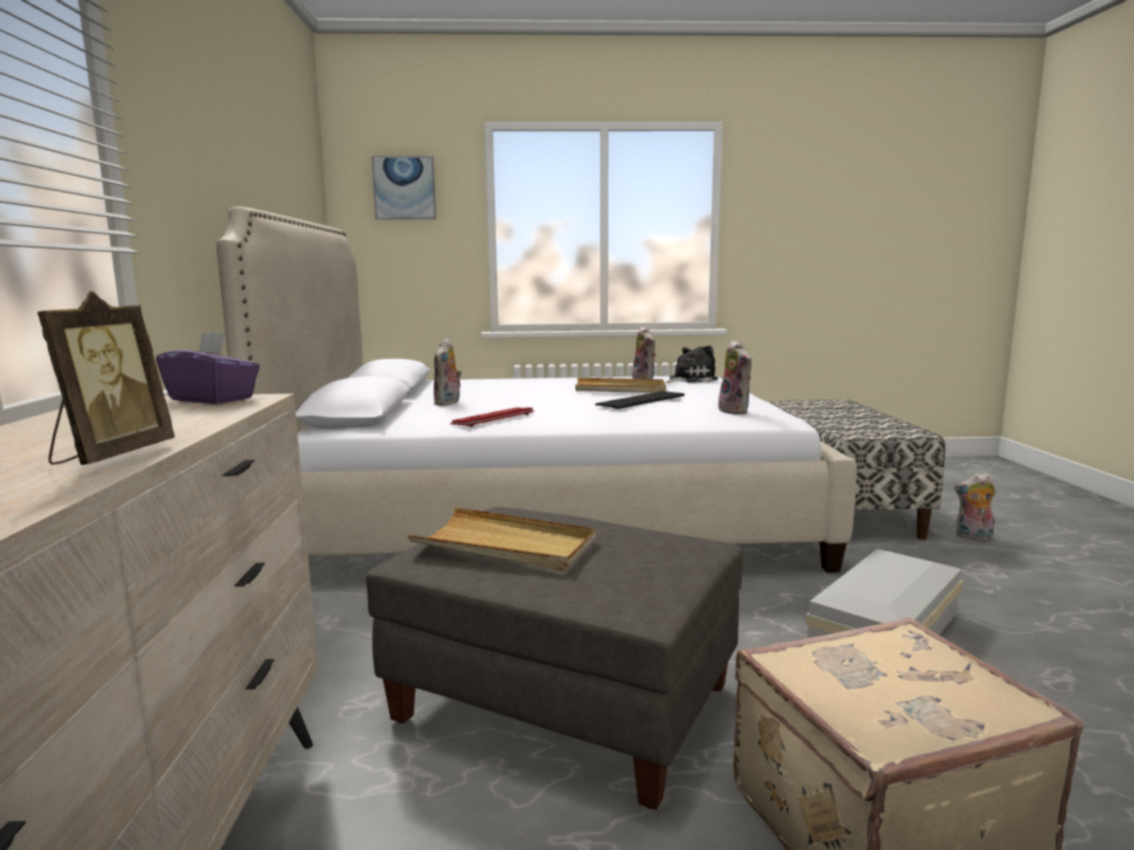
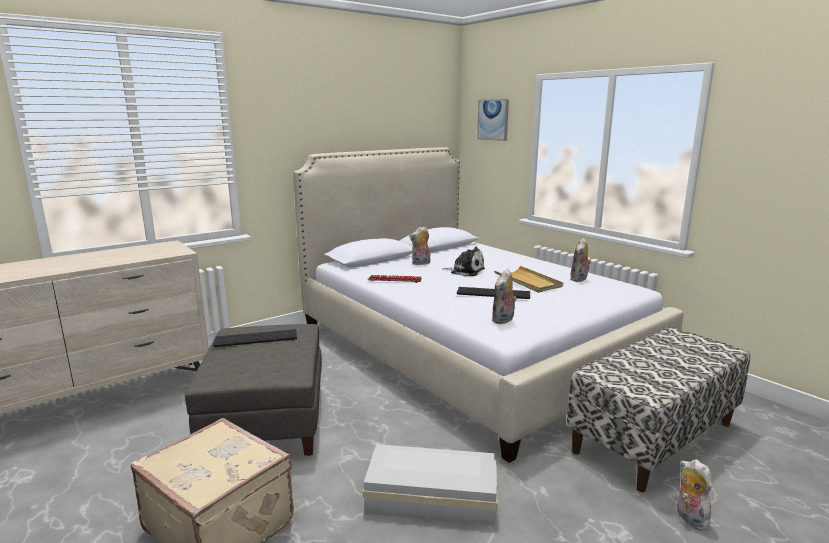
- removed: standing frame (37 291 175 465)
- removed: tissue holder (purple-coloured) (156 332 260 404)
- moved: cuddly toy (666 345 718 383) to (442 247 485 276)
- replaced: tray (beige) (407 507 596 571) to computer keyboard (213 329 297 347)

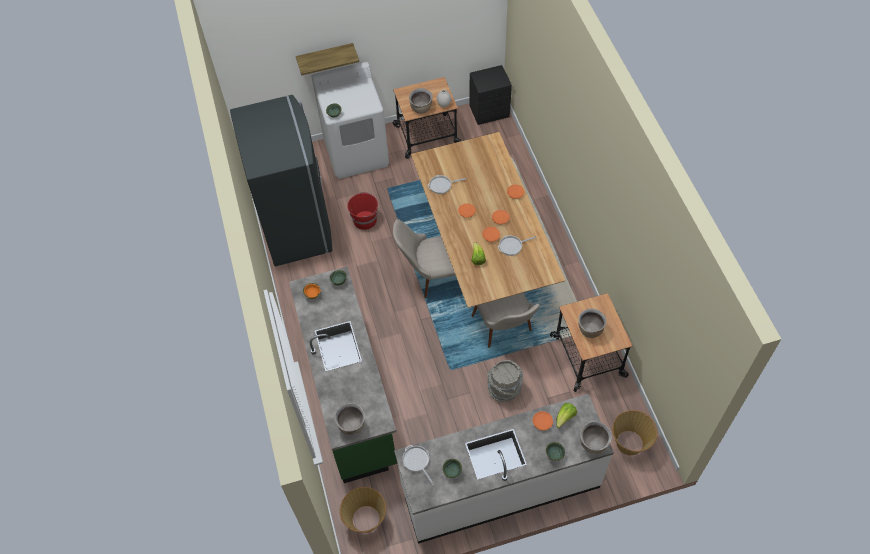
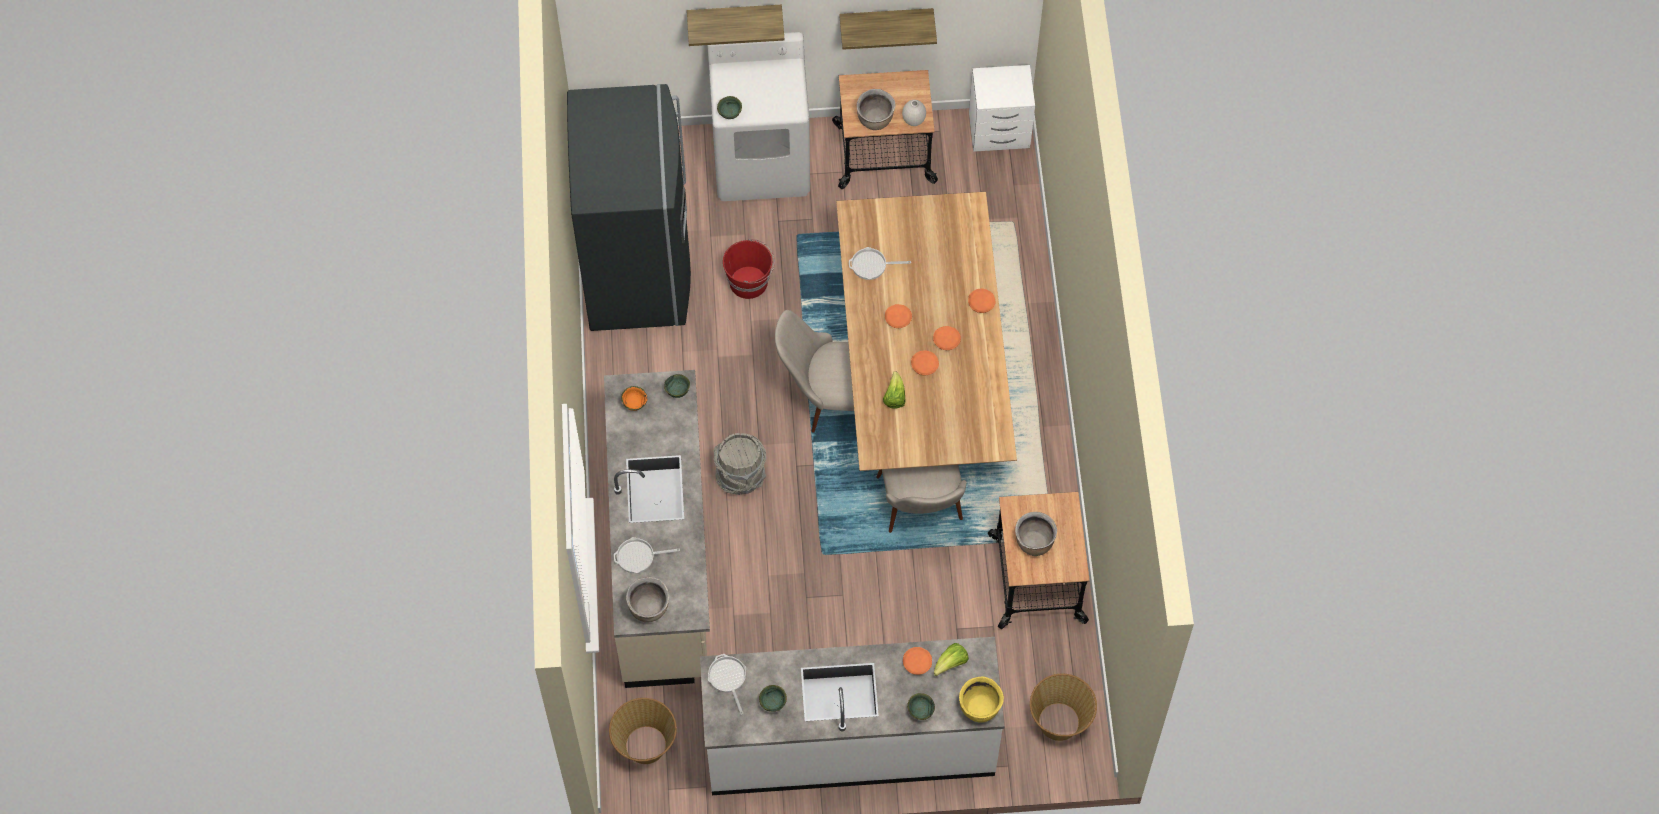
- recoloured: bedside table (black) (470 65 512 125) to bedside table (white) (969 65 1035 152)
- moved: pan (498 235 537 256) to (614 537 680 573)
- recoloured: kitchen base unit (green-coloured) (289 267 397 483) to kitchen base unit (beige) (604 370 710 688)
- moved: pail (gray) (487 360 523 402) to (714 433 766 495)
- recoloured: saucepot (brown) (580 421 612 454) to saucepot (yellow) (959 677 1004 722)
- added: shelf (839 8 937 50)

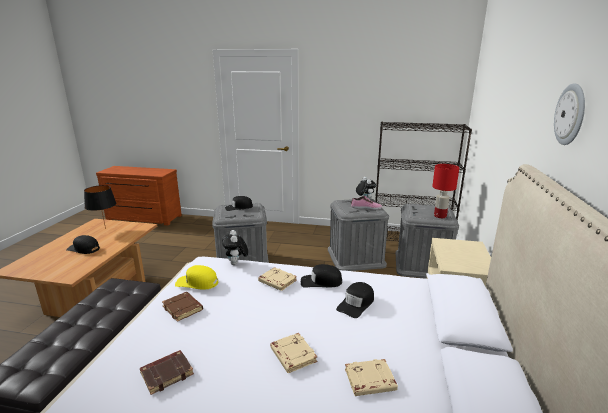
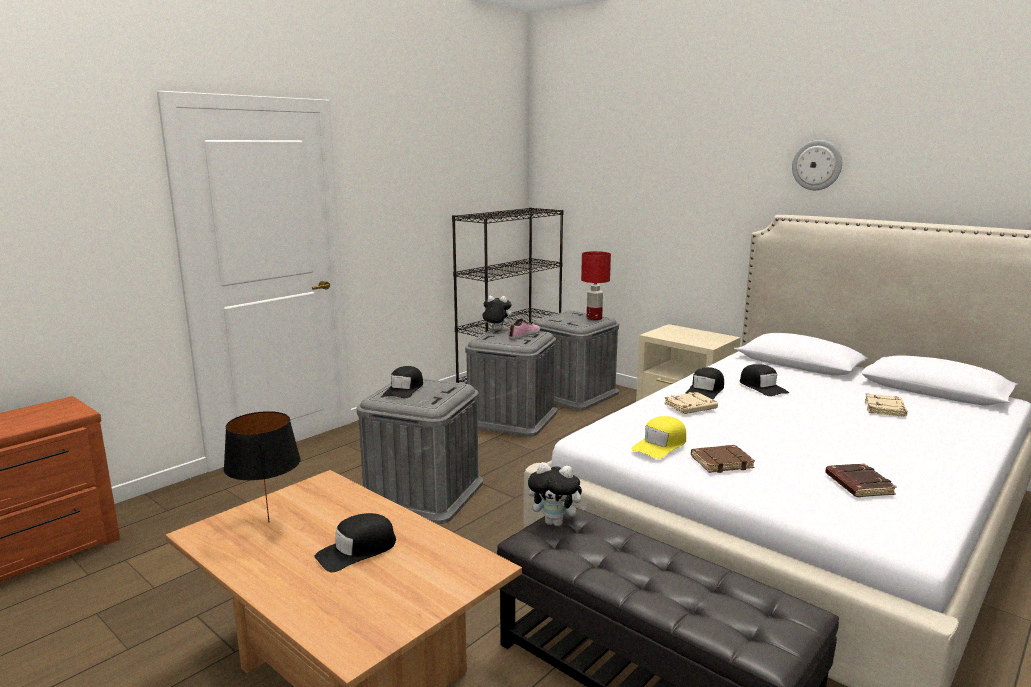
- moved: cuddly toy (222 230 248 265) to (528 462 587 526)
- removed: book (beige) (270 333 318 373)

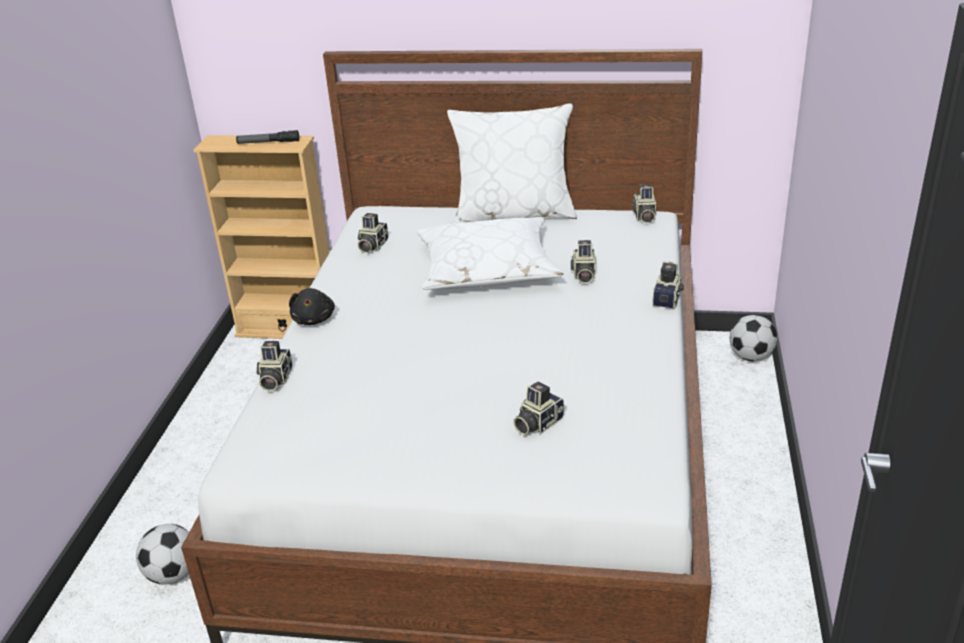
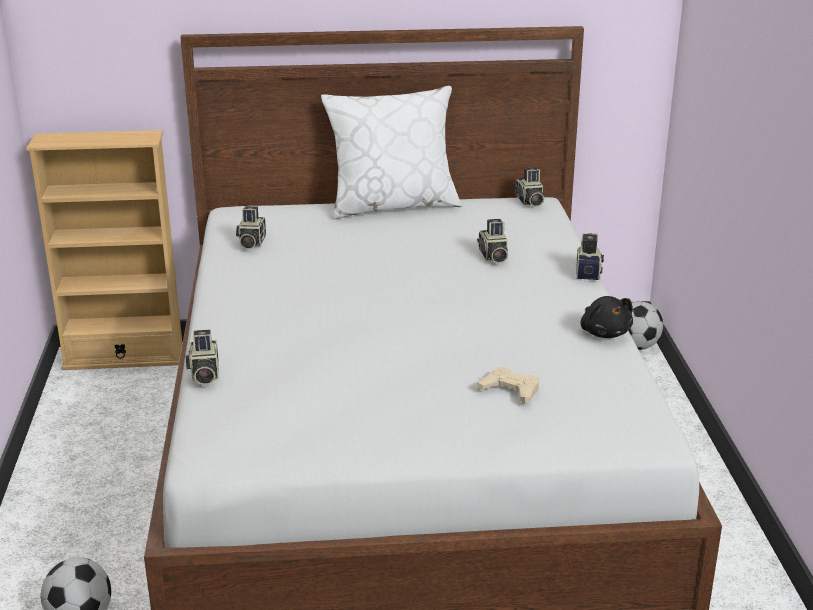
- removed: hand torch (236 130 299 144)
- removed: throw pillow (white) (417 218 564 290)
- moved: cuddly toy (black) (289 288 335 325) to (581 296 633 338)
- replaced: still camera (513 381 564 435) to gamepad (beige) (477 367 539 403)

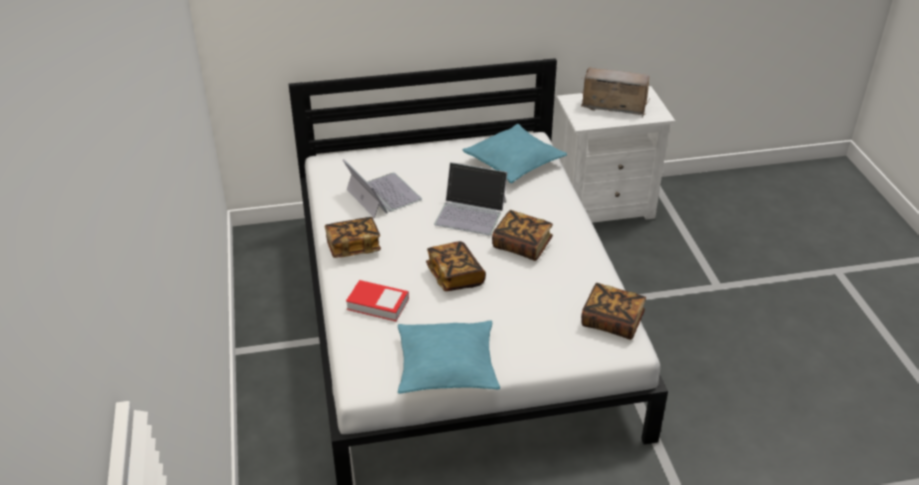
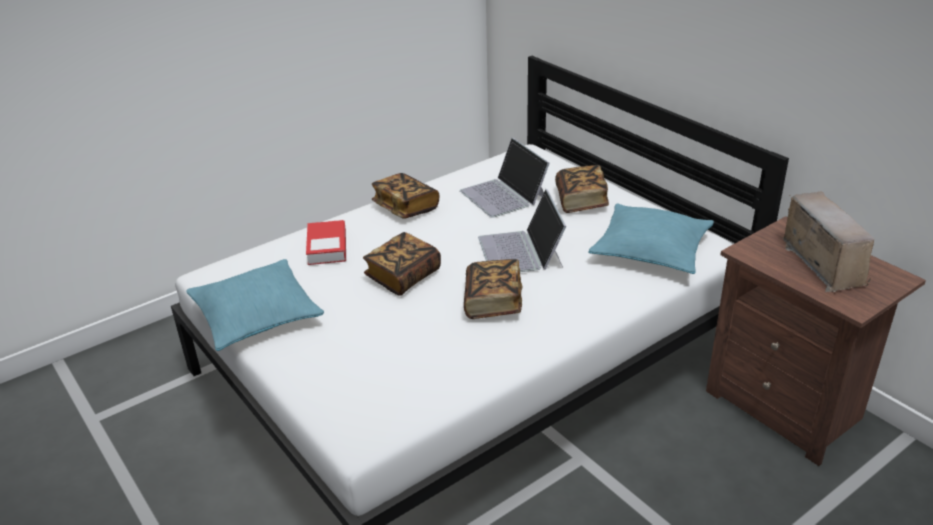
- recoloured: bedside table (white) (556 86 675 223) to bedside table (brown) (706 216 926 466)
- turned: notebook computer (343 159 422 218) = (460 138 550 218) 120 degrees clockwise
- moved: book (581 283 646 340) to (555 165 609 213)

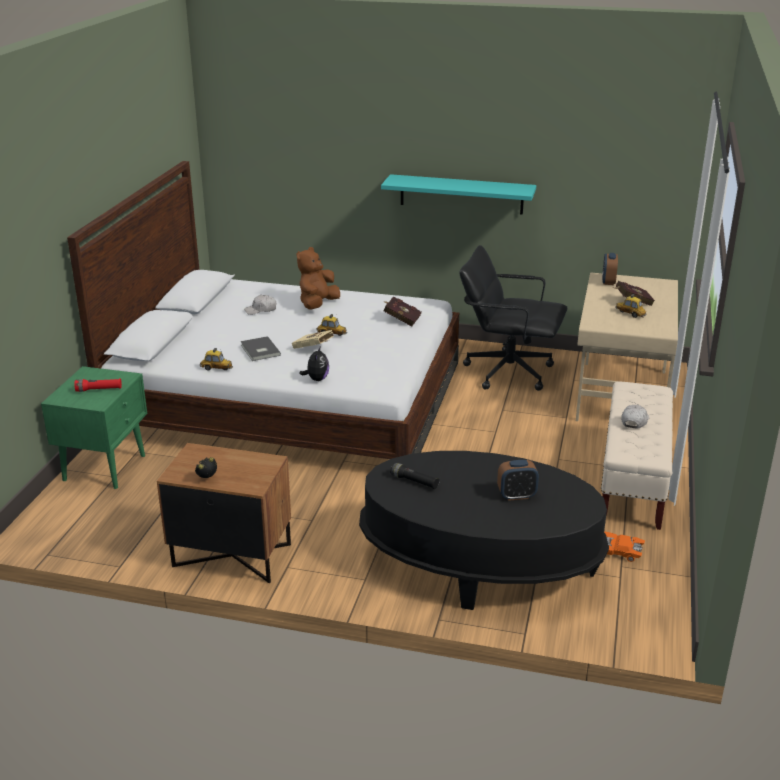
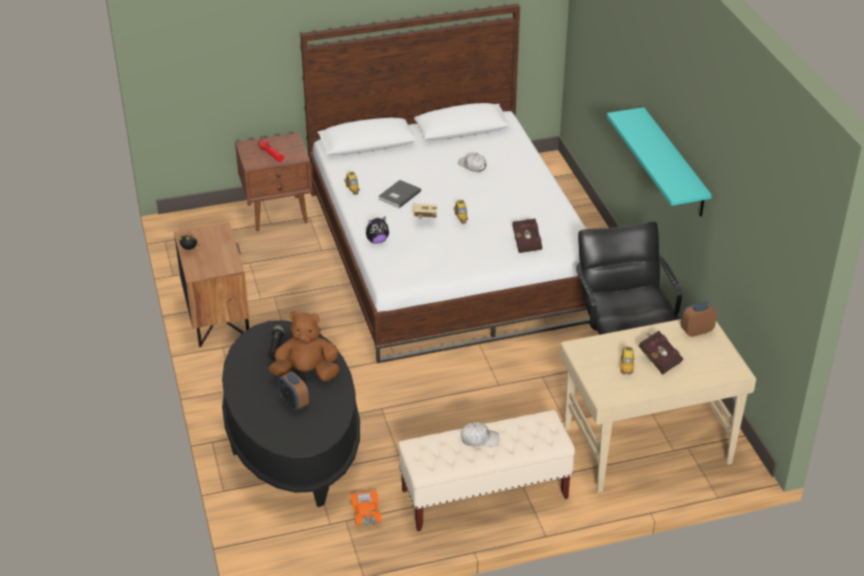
- moved: cuddly toy (brown) (297 247 340 310) to (269 311 339 381)
- recoloured: bedside table (green-coloured) (41 366 147 489) to bedside table (brown) (235 132 313 231)

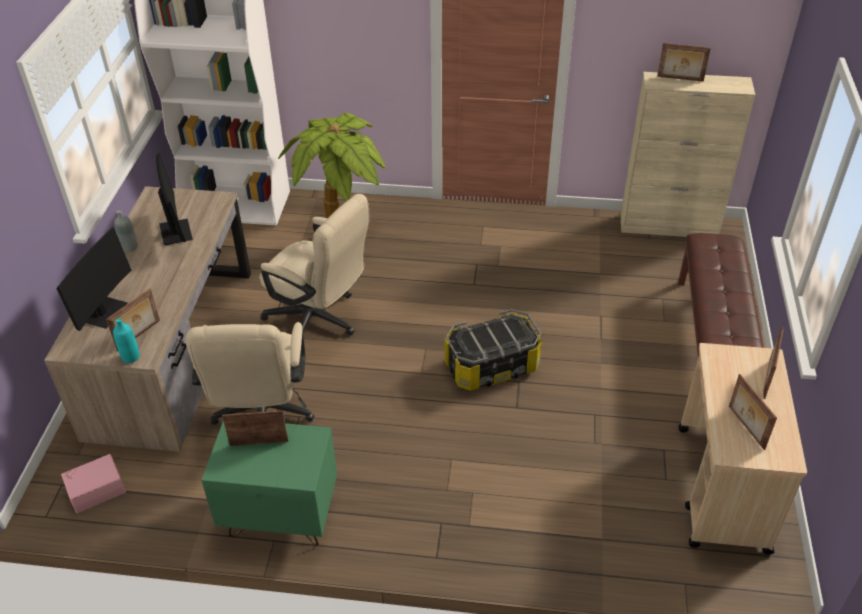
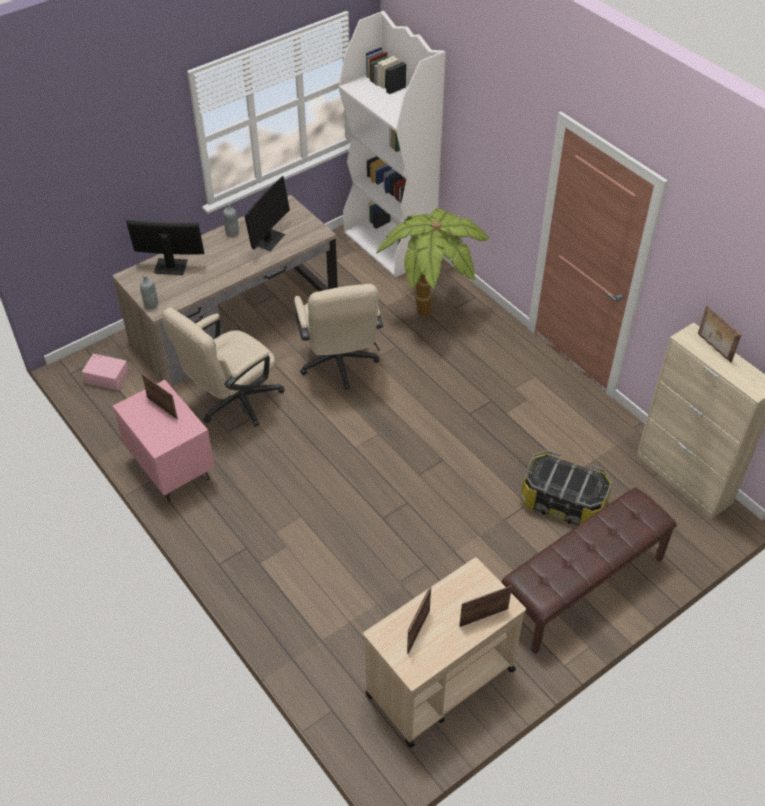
- turned: computer display (56 227 131 331) = (126 220 204 275) 150 degrees counterclockwise
- removed: standing frame (106 289 160 351)
- moved: storage container (445 309 542 391) to (520 450 613 525)
- recoloured: bottle (blue-green) (113 318 140 363) to bottle (gray) (140 274 158 309)
- recoloured: bedside table (green-coloured) (201 421 337 546) to bedside table (pinkish) (113 380 215 502)

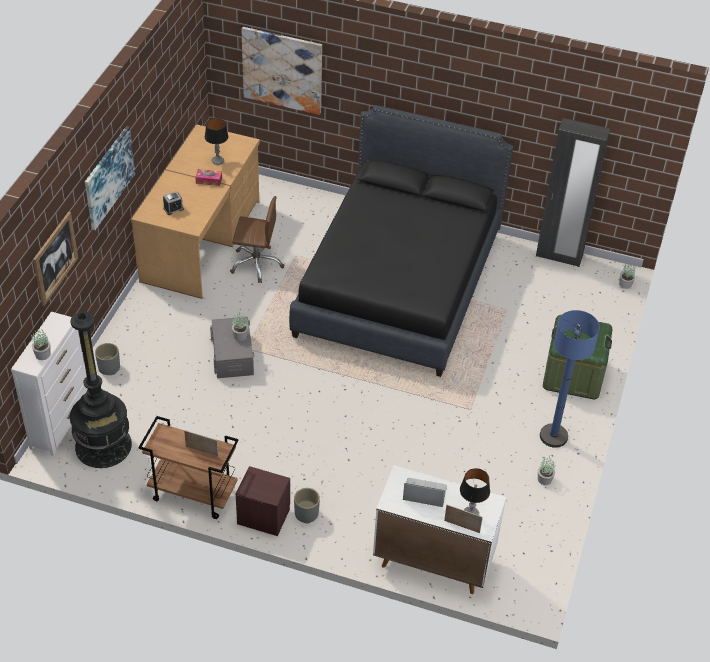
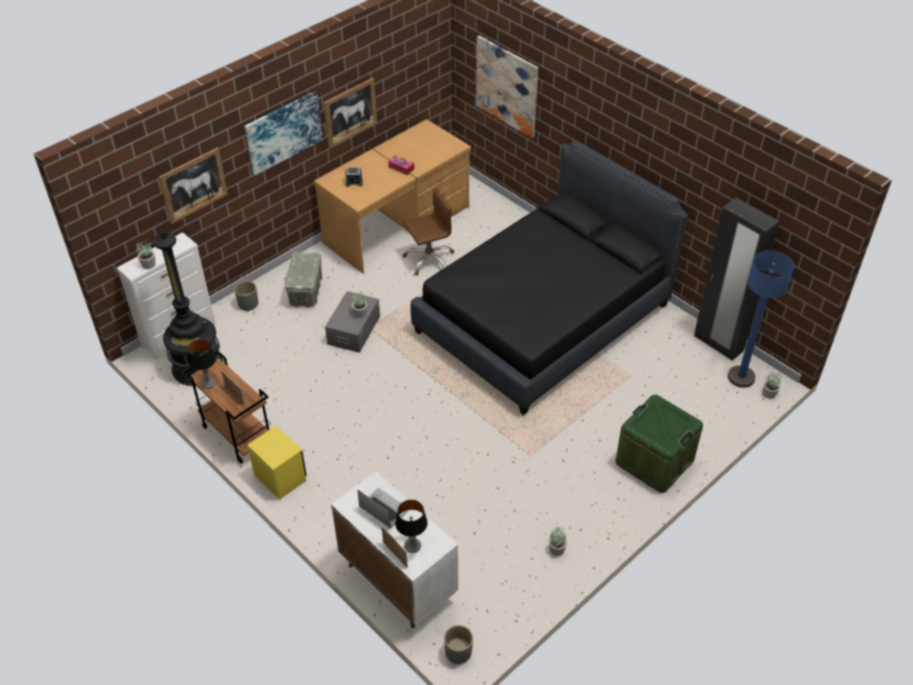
- moved: table lamp (205 118 228 165) to (188 339 216 389)
- turned: computer chair (brown) (230 196 284 283) = (403 188 454 276) 60 degrees counterclockwise
- moved: standing lamp (bluish) (540 310 600 448) to (728 250 794 388)
- recoloured: bedside table (brown) (236 466 290 536) to bedside table (yellow) (247 426 306 500)
- moved: flower pot (gray) (294 488 320 523) to (444 625 473 664)
- added: wall art (324 78 377 148)
- added: storage container (gray) (285 252 322 307)

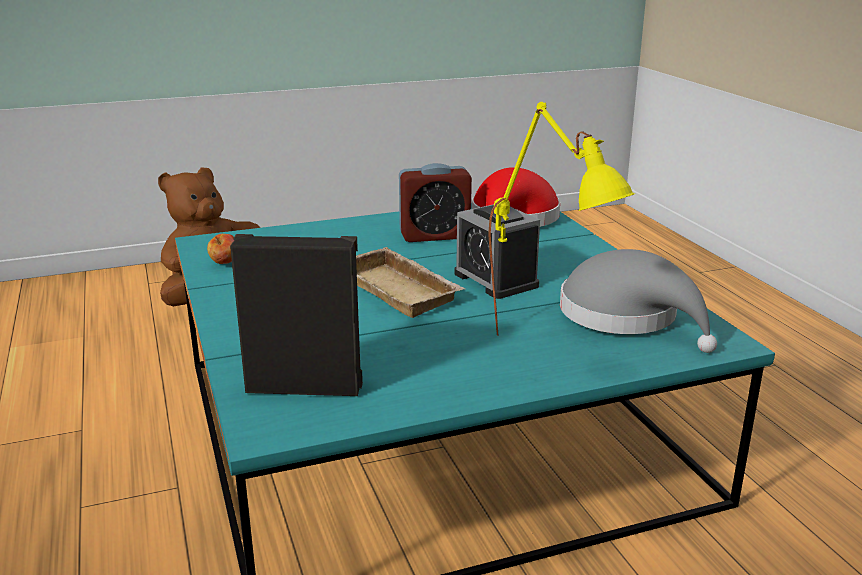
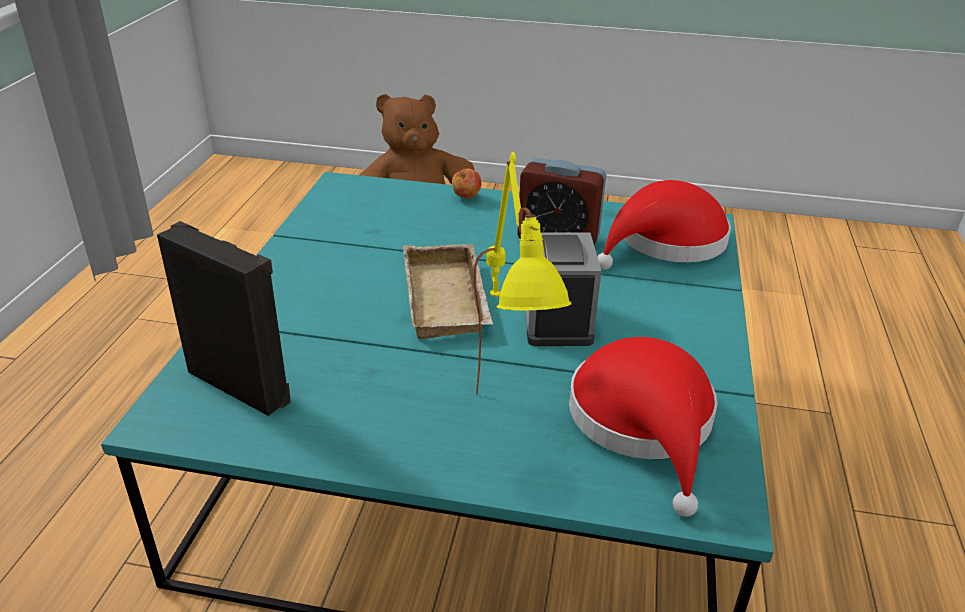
- moved: apple (207 234 234 264) to (452 168 481 198)
- recoloured: hat (gray) (560 249 717 353) to hat (reddish) (569 337 717 517)

